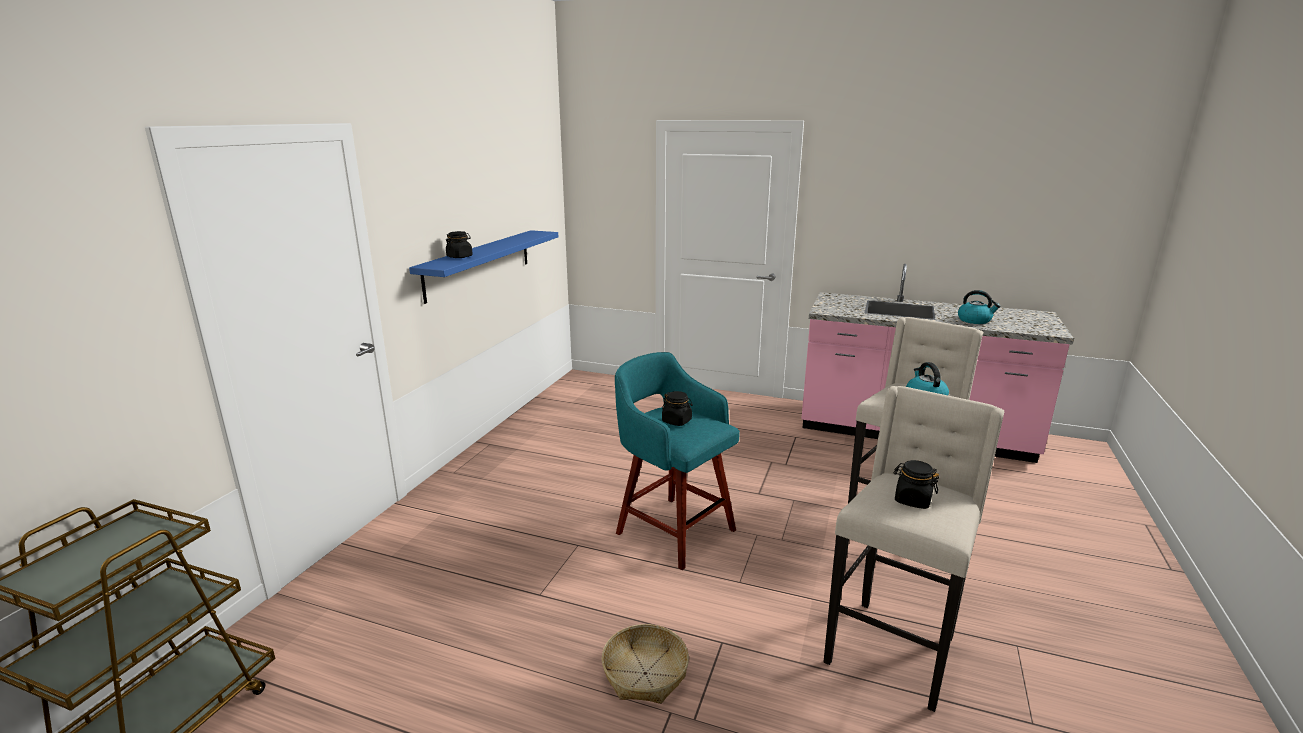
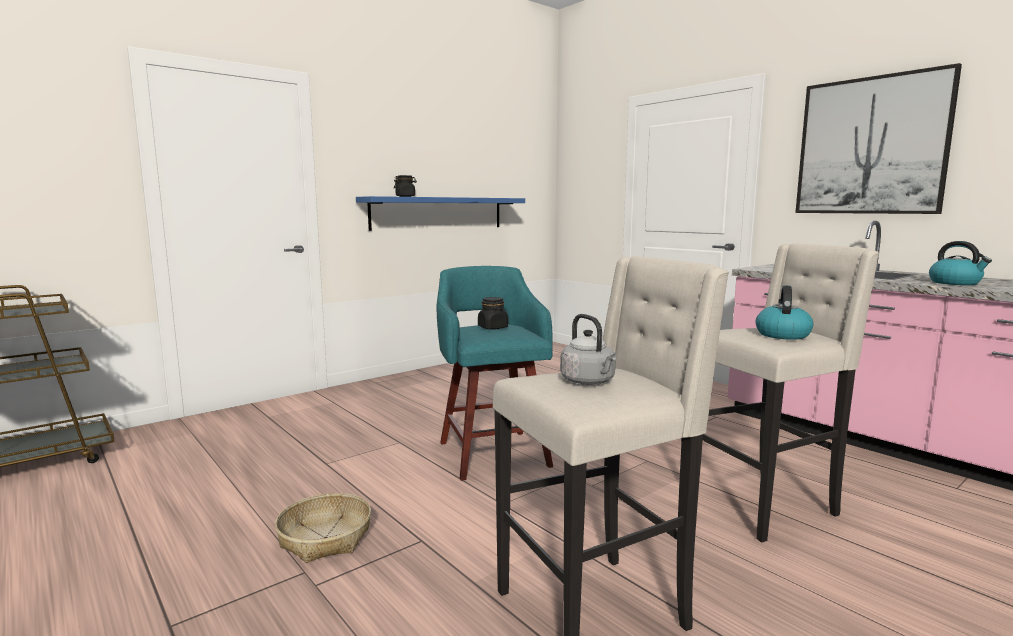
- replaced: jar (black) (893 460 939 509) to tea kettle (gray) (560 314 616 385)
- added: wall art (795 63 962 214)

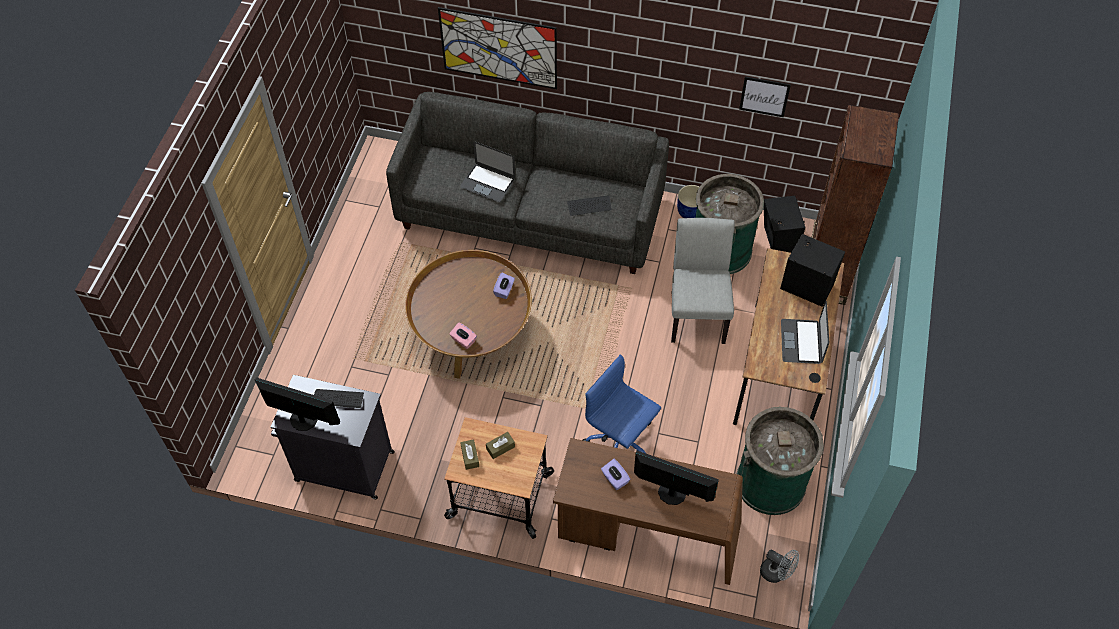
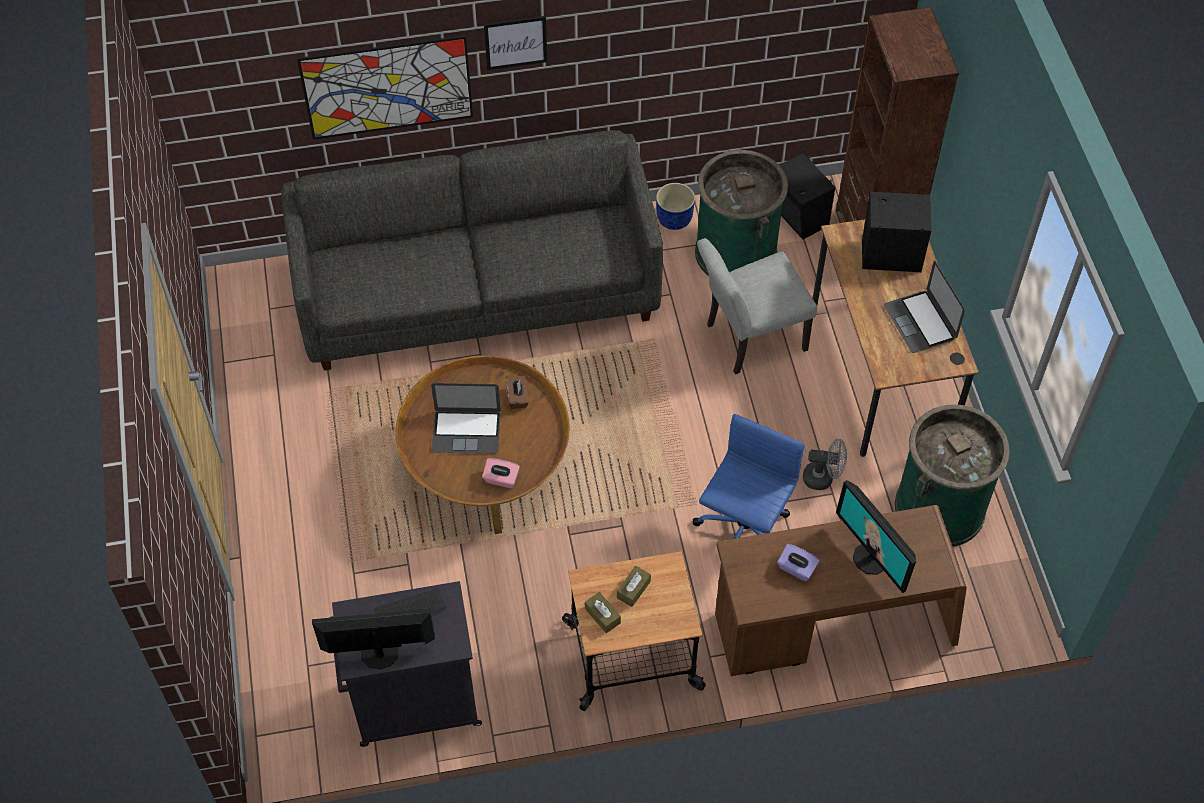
- moved: wall art (739 76 791 117) to (484 16 547 70)
- moved: notebook computer (460 141 515 202) to (431 383 501 454)
- removed: computer keyboard (567 195 611 216)
- turned: plain chair (gray) (671 218 735 344) = (697 238 817 374) 90 degrees counterclockwise
- recoloured: tissue holder (purple-coloured) (493 273 515 299) to tissue holder (brown) (506 376 529 409)
- turned: computer chair (bluish) (583 354 661 453) = (692 414 804 539) 105 degrees clockwise
- turned: computer display (634 451 719 505) = (836 480 916 593) 120 degrees counterclockwise
- moved: electric fan (gray) (760 550 799 583) to (803 439 847 490)

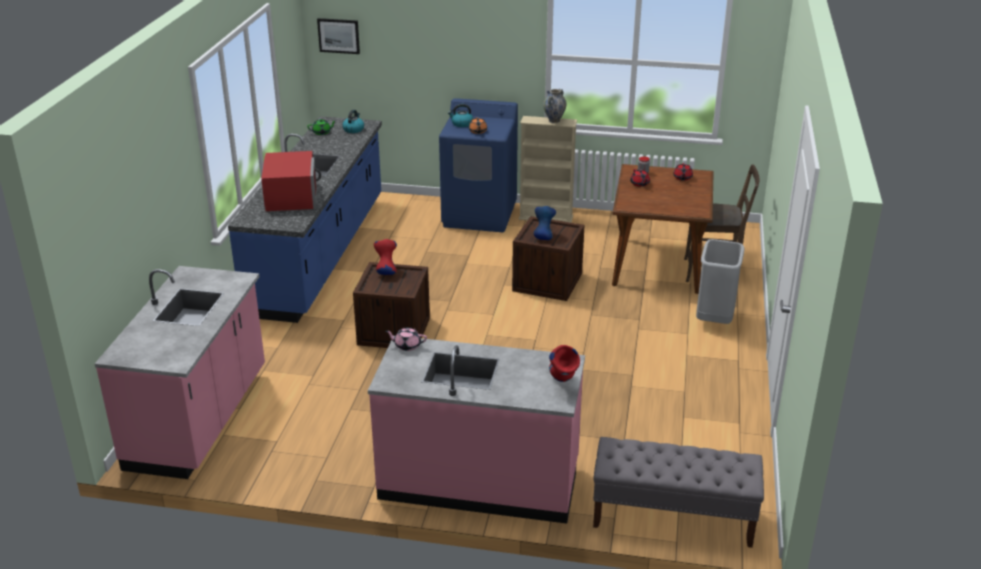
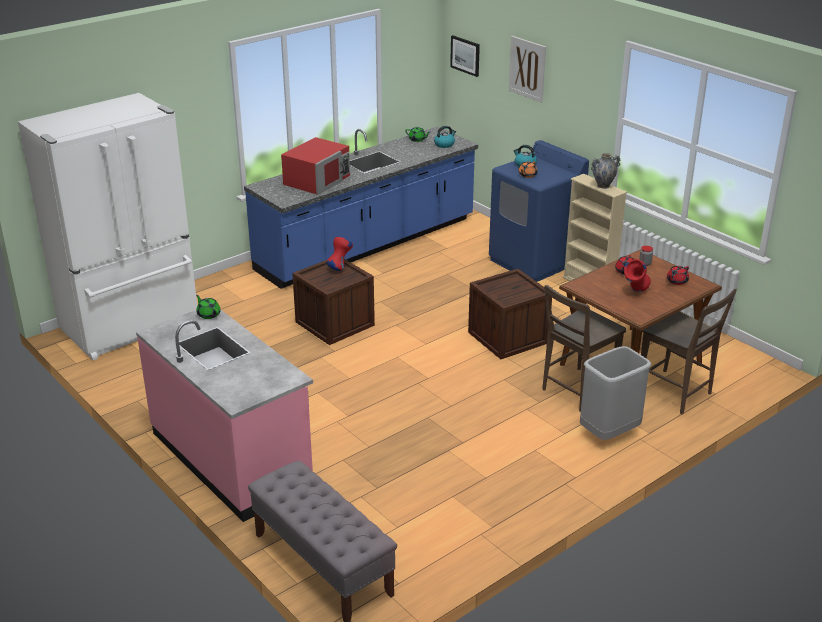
- removed: decorative vase (bluish) (534 206 556 240)
- replaced: kitchen base unit (pinkish) (95 266 265 479) to kitchen fridge (white) (18 93 197 360)
- recoloured: pot for tea (pinkish) (386 327 427 351) to pot for tea (green-coloured) (196 295 221 319)
- moved: decorative vase (reddish) (549 345 580 382) to (624 259 651 292)
- added: wall art (509 36 546 103)
- added: plain chair (brown) (542 285 626 412)

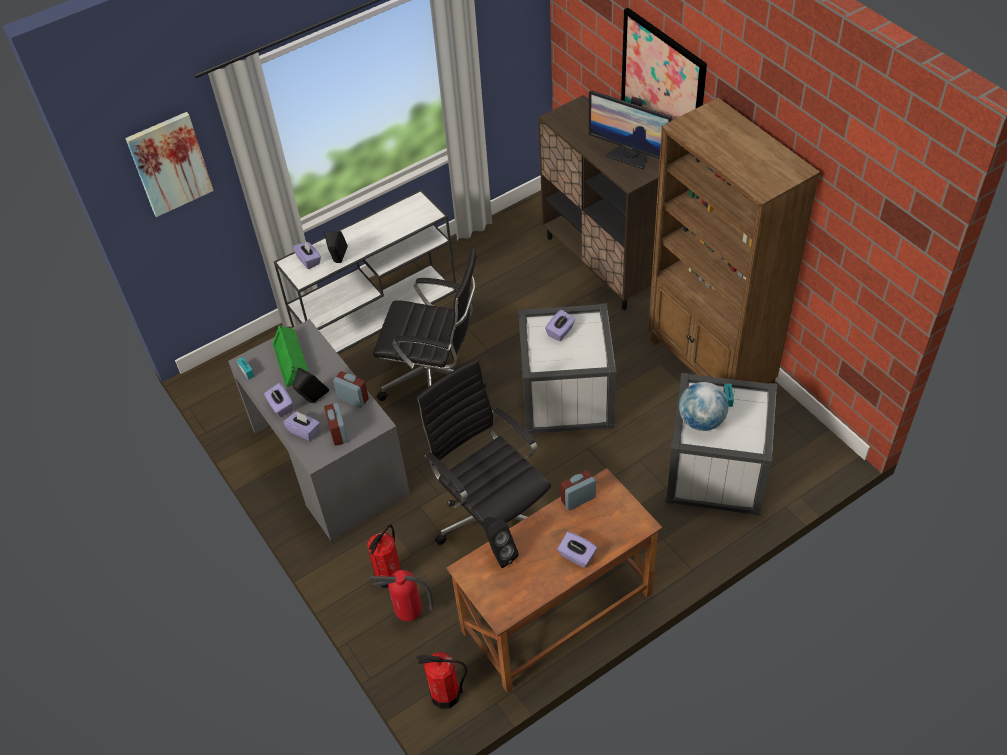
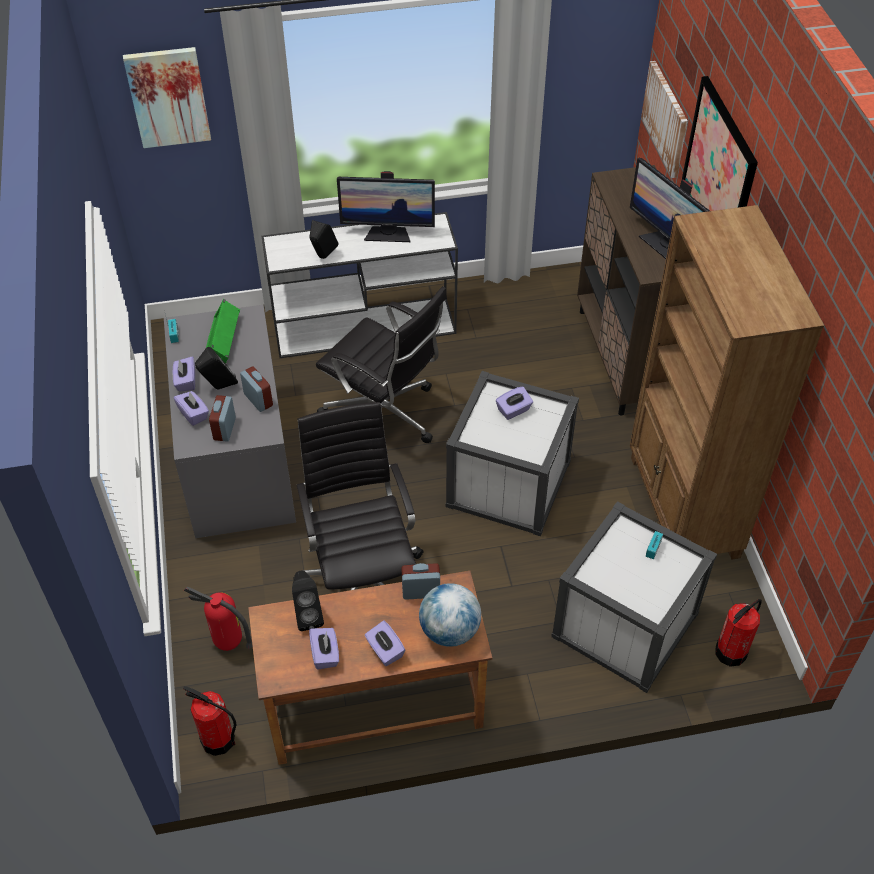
- moved: tissue holder (purple-coloured) (293 241 321 269) to (309 628 339 670)
- moved: desk globe (679 382 729 431) to (419 583 481 647)
- moved: fire-fighting cylinder (367 524 402 588) to (715 599 762 667)
- added: wall art (641 61 688 178)
- added: computer display (337 171 435 242)

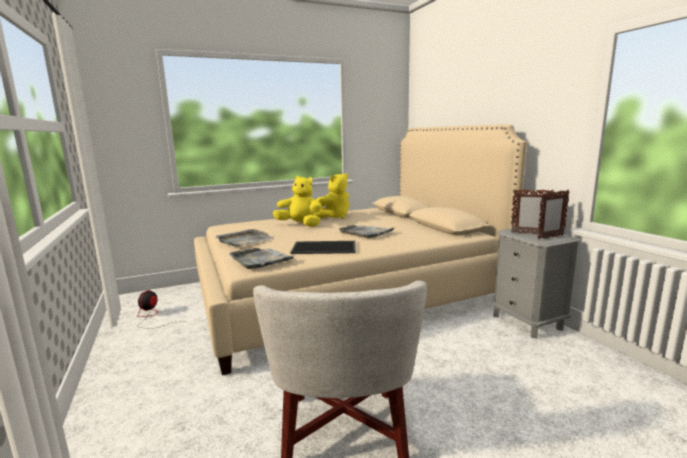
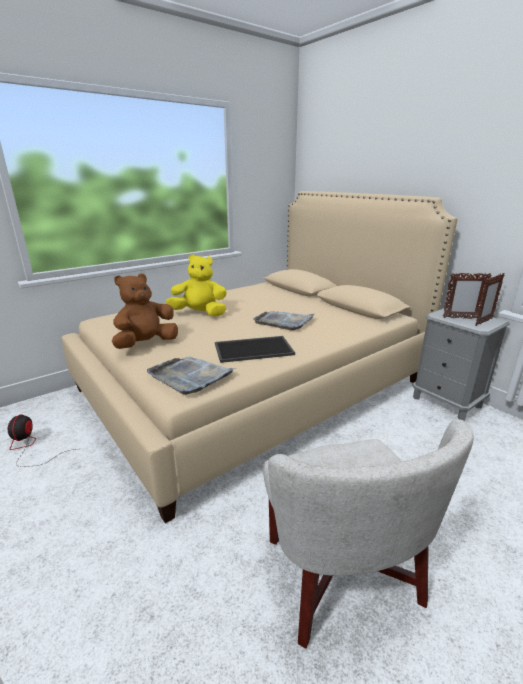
- removed: cuddly toy (yellow) (314 173 350 219)
- replaced: tray (gray) (216 229 273 247) to cuddly toy (brown) (112 273 178 349)

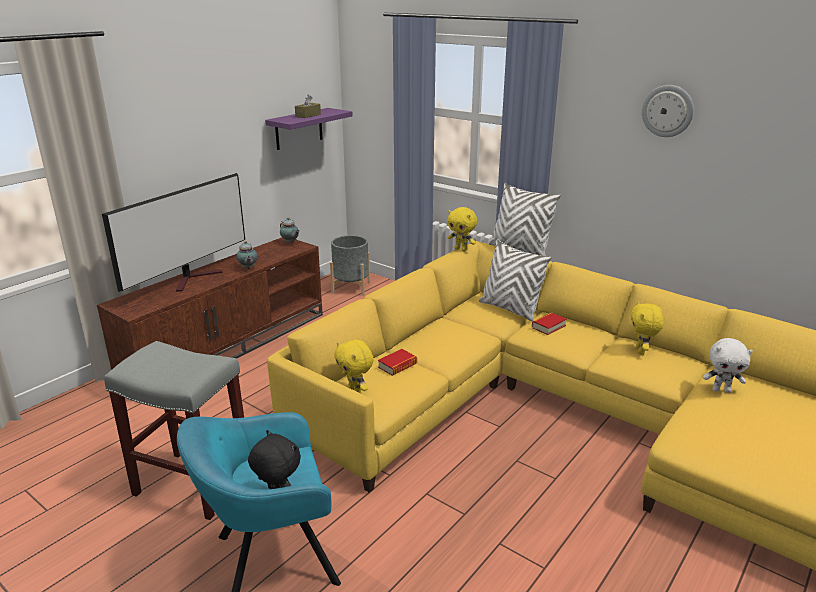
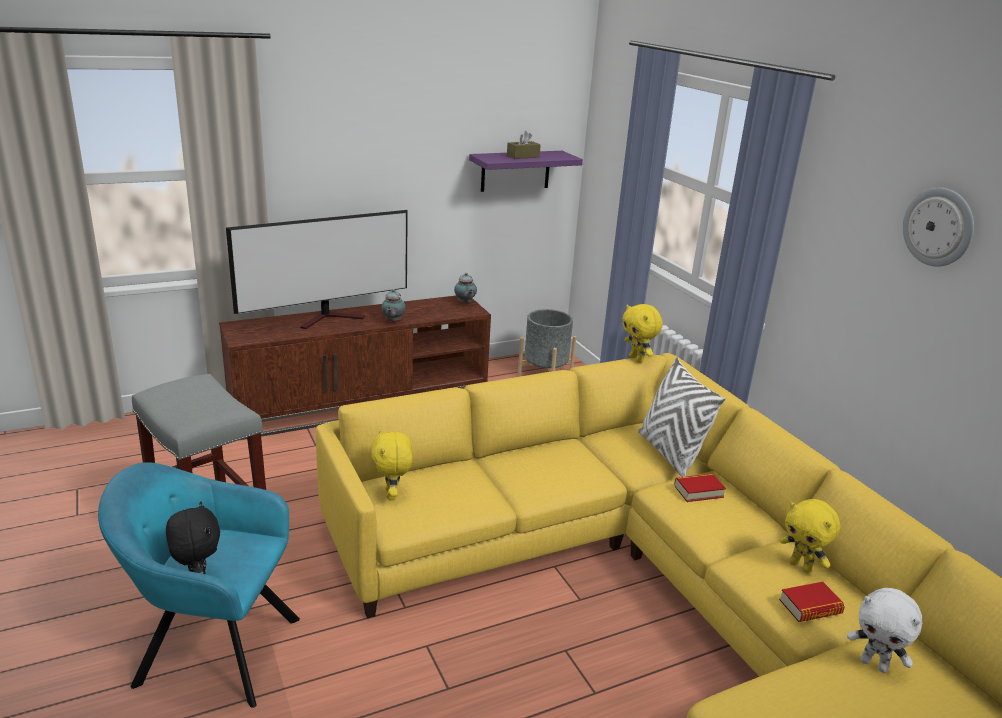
- removed: throw pillow (white) (489 183 561 256)
- turned: cuddly toy (yellow) (630 301 664 355) = (780 499 841 573) 75 degrees counterclockwise
- moved: book (378 349 417 376) to (779 582 845 622)

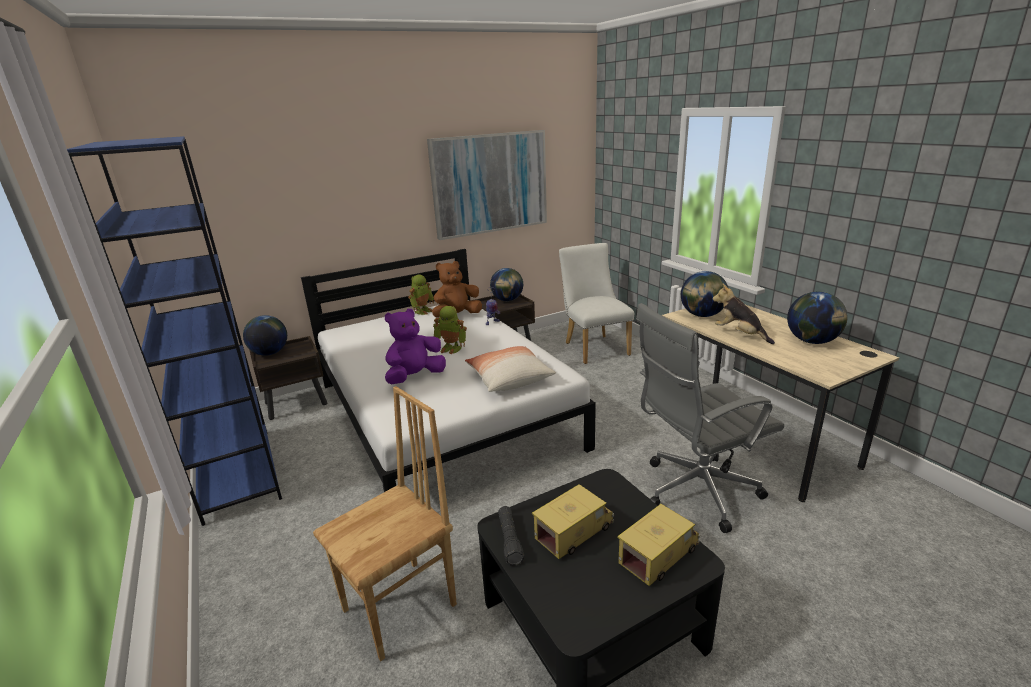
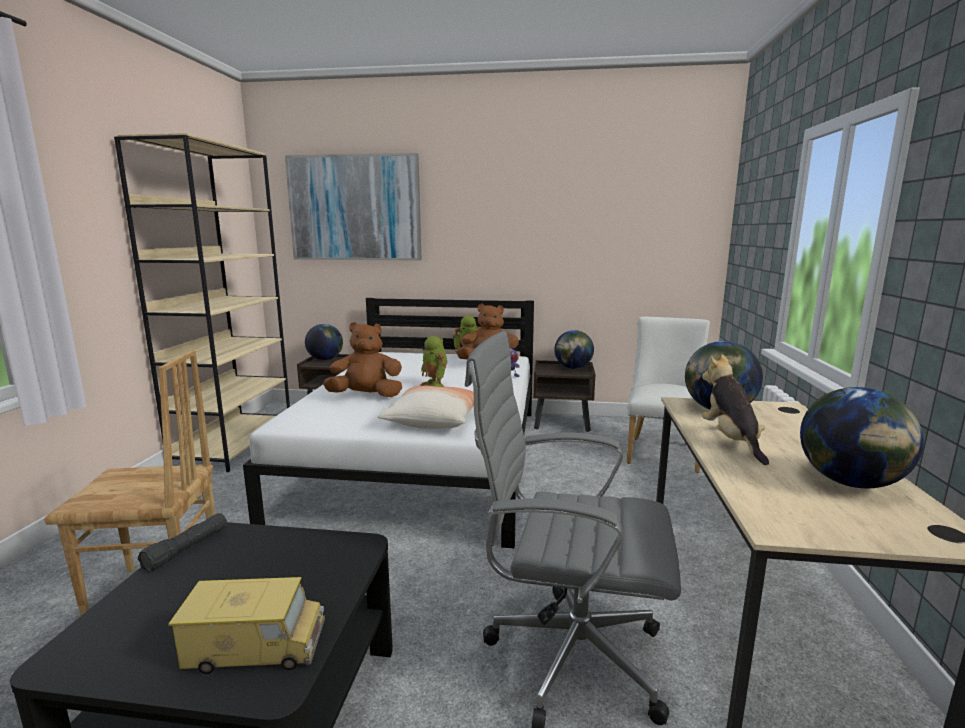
- moved: wall art (427 130 547 240) to (285 153 421 261)
- recoloured: shelving unit (bluish) (67 136 282 526) to shelving unit (beige) (114 133 290 472)
- recoloured: cuddly toy (purple-coloured) (385 309 446 384) to cuddly toy (brown) (323 322 402 397)
- removed: toy lorry (532 484 614 559)

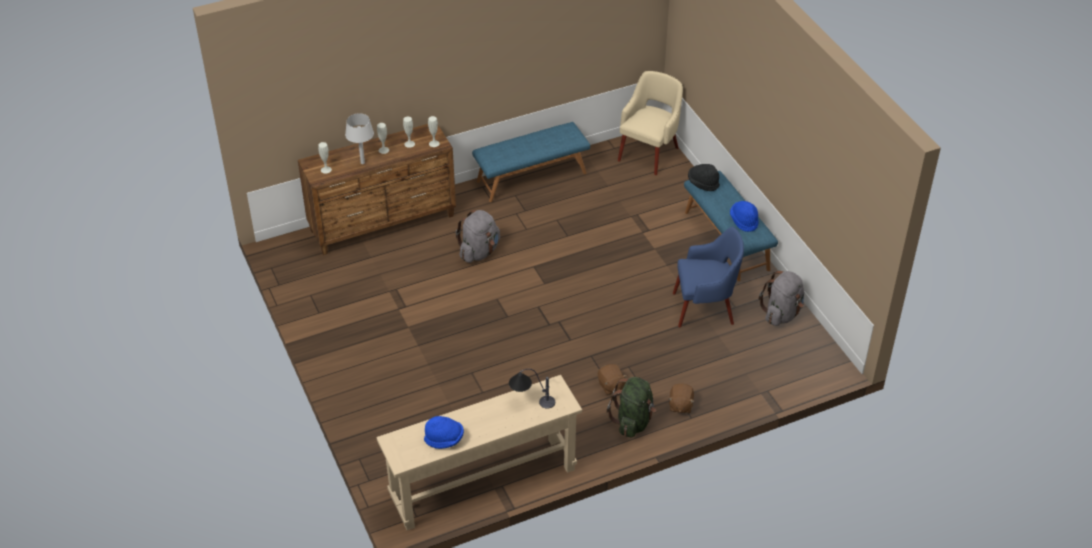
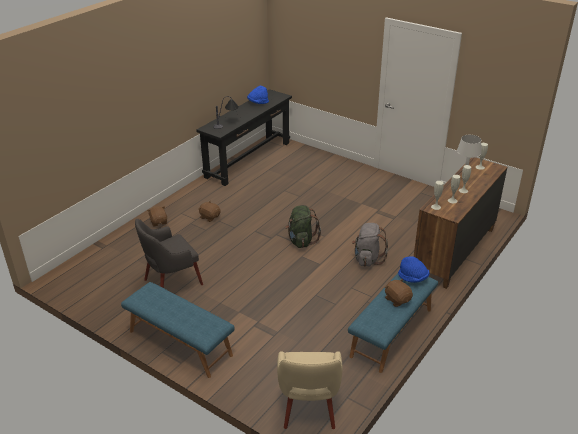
- removed: hat (black) (688 164 720 191)
- moved: hat (bluish) (730 201 758 232) to (398 256 430 283)
- recoloured: lounge chair (bluish) (673 227 744 327) to lounge chair (gray) (135 219 203 288)
- removed: knapsack (gray) (759 271 804 326)
- recoloured: narrow table (beige) (377 375 582 530) to narrow table (black) (196 89 292 186)
- moved: knapsack (green-coloured) (607 377 656 438) to (285 205 321 248)
- added: cuddly toy (brown) (385 279 413 307)

